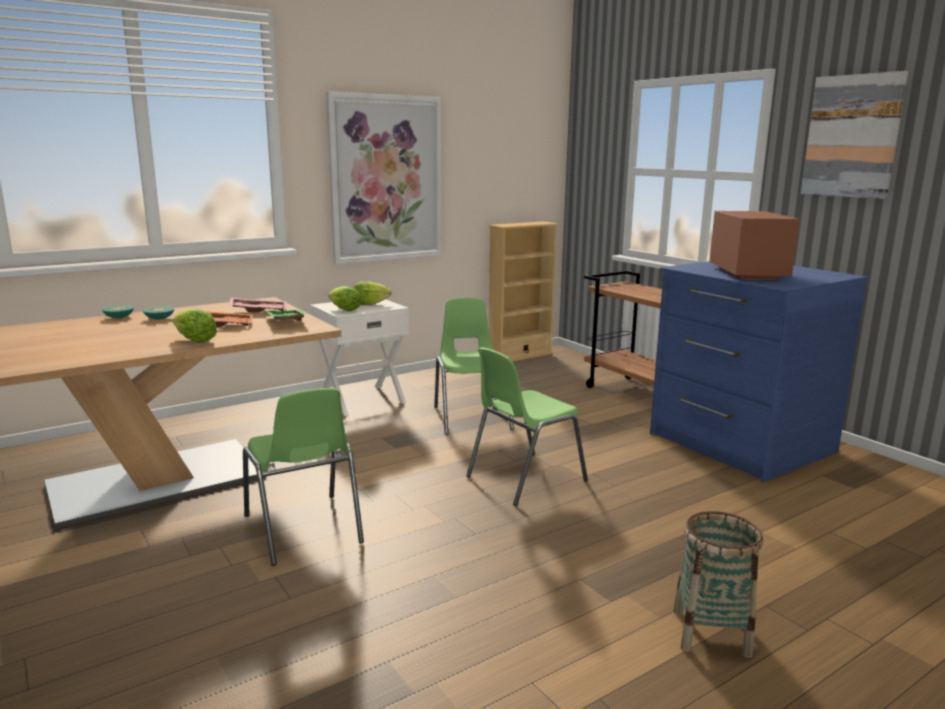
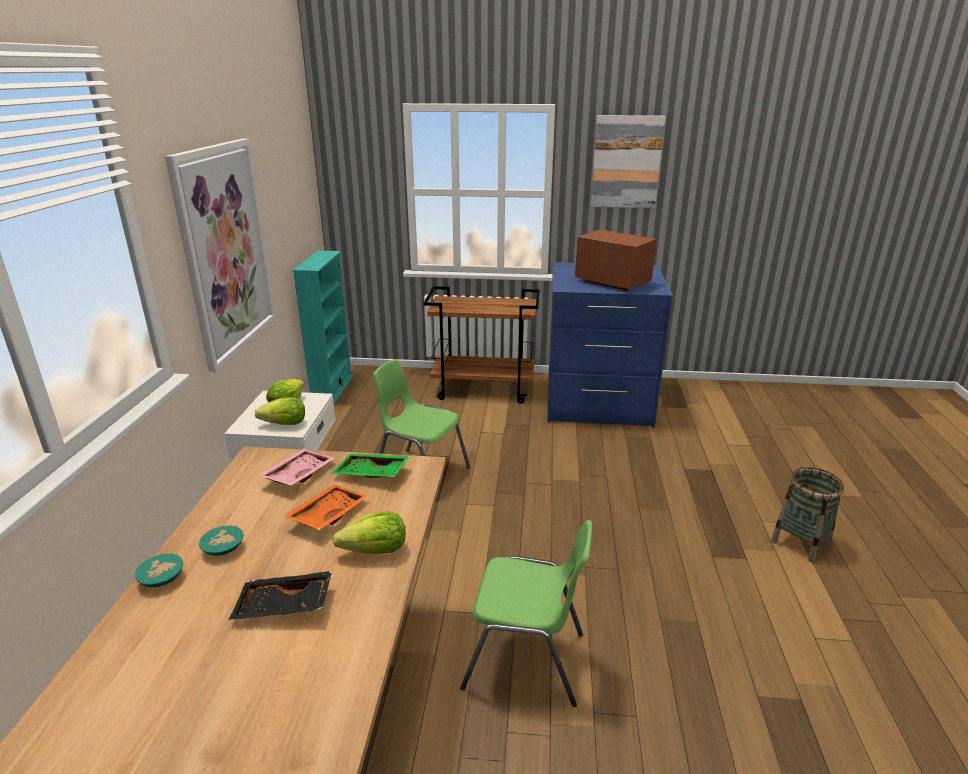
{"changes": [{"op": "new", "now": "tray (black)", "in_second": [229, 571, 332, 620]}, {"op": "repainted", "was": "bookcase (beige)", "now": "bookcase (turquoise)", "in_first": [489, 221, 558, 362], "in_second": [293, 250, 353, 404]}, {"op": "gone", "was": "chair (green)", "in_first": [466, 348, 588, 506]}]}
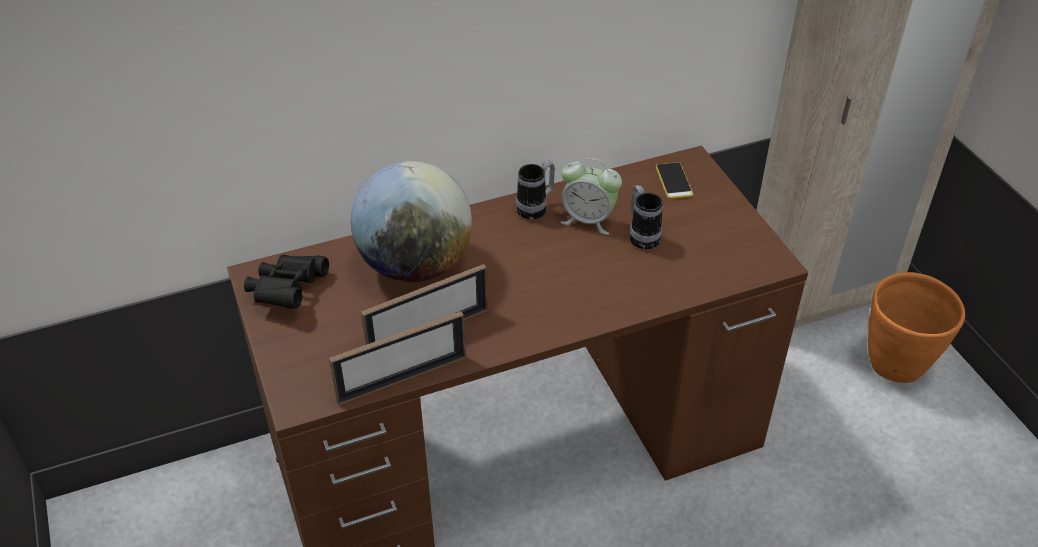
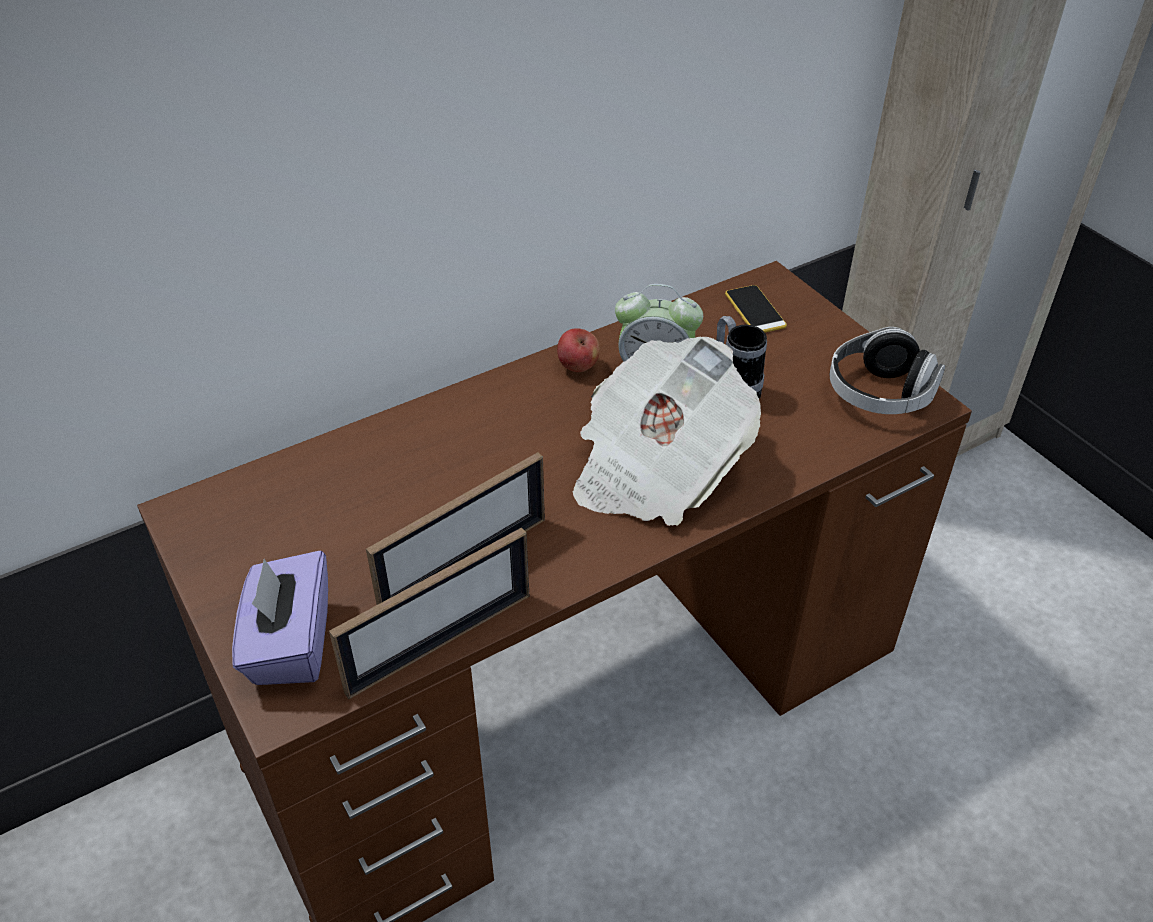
{"changes": [{"op": "new", "now": "tissue box (purple)", "in_second": [232, 550, 328, 685]}, {"op": "swapped", "was": "mug", "now": "apple", "in_first": [516, 160, 555, 220], "in_second": [557, 328, 600, 372]}, {"op": "new", "now": "newspaper", "in_second": [573, 337, 761, 526]}, {"op": "new", "now": "headphones", "in_second": [830, 327, 945, 414]}, {"op": "gone", "was": "binoculars (black)", "in_first": [244, 255, 329, 309]}, {"op": "gone", "was": "globe", "in_first": [351, 161, 472, 282]}, {"op": "gone", "was": "planter (orange)", "in_first": [868, 272, 965, 383]}]}
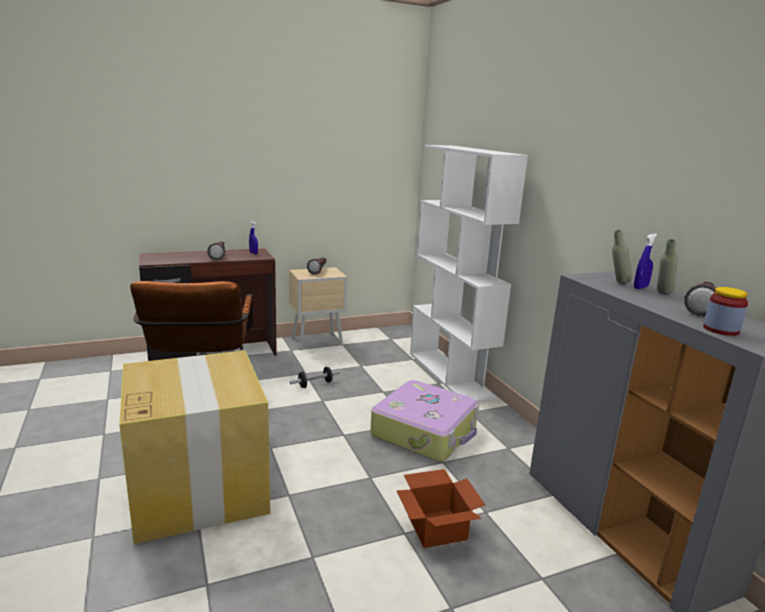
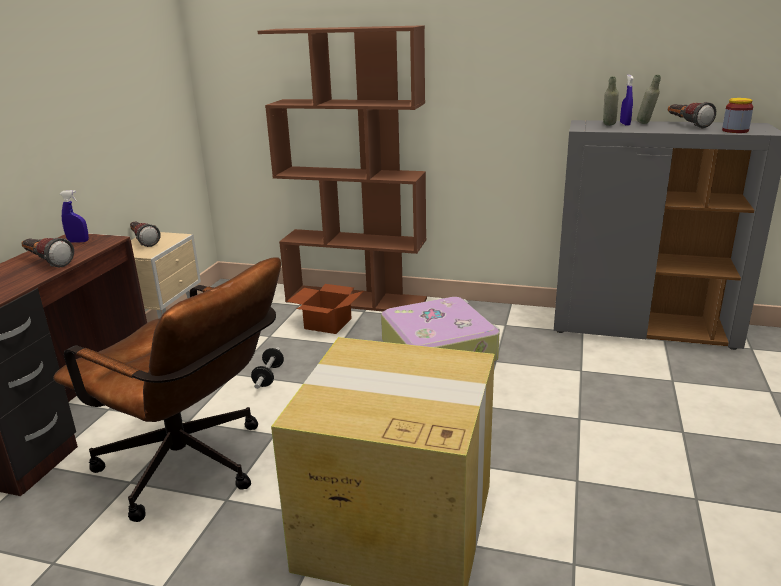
{"changes": [{"op": "repainted", "was": "bookcase (white)", "now": "bookcase (brown)", "in_first": [410, 145, 528, 403], "in_second": [257, 25, 427, 311]}, {"op": "shifted", "was": "cardboard box", "in_first": [396, 469, 485, 548], "in_second": [287, 284, 364, 334]}]}
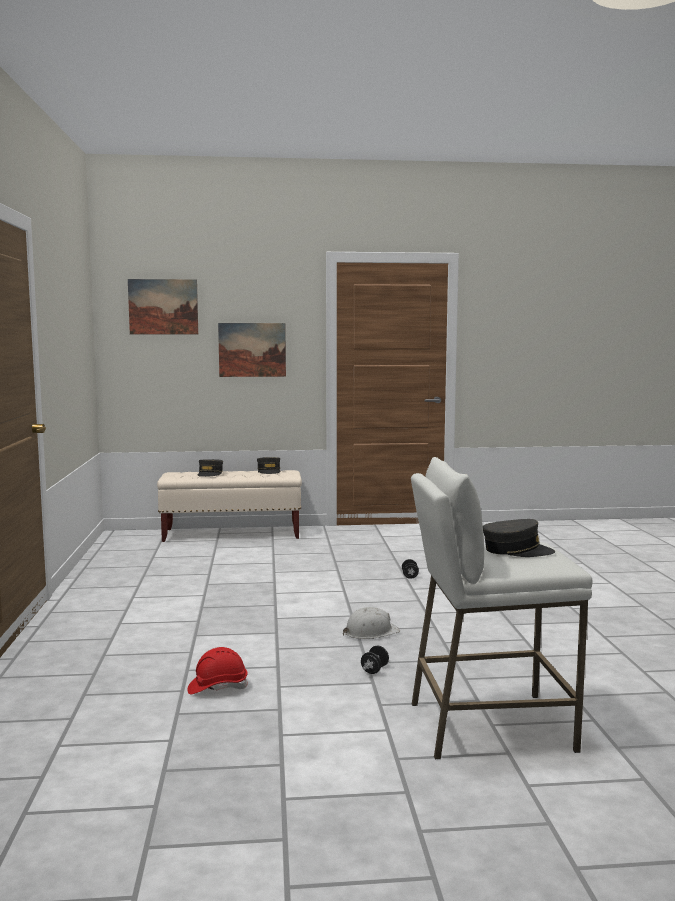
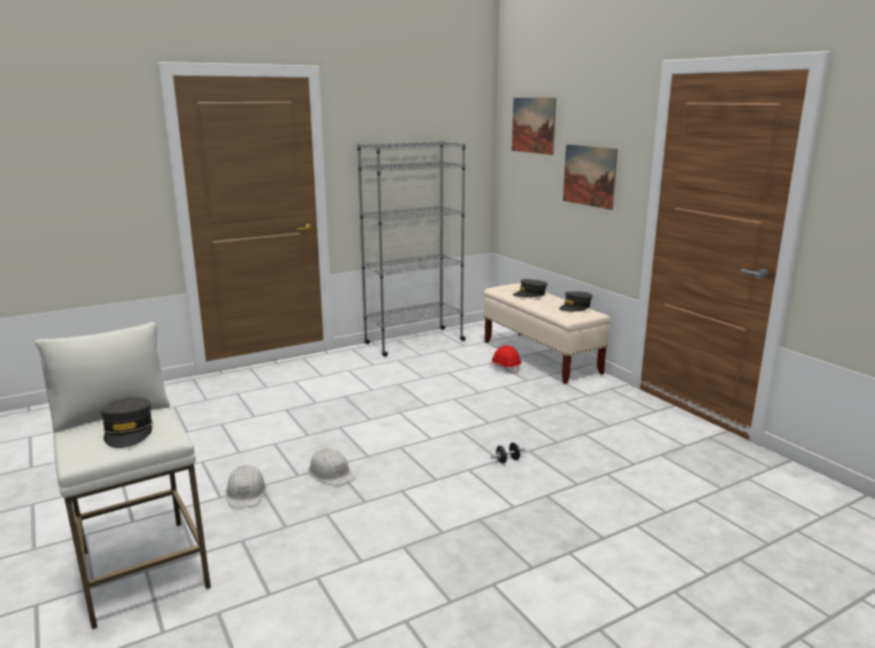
{"changes": [{"op": "swapped", "was": "dumbbell (black)", "now": "hard hat (white)", "in_first": [361, 646, 389, 674], "in_second": [226, 465, 267, 508]}, {"op": "new", "now": "bookcase (grey)", "in_second": [357, 141, 466, 357]}, {"op": "shifted", "was": "hard hat (red)", "in_first": [187, 647, 248, 695], "in_second": [491, 345, 521, 373]}]}
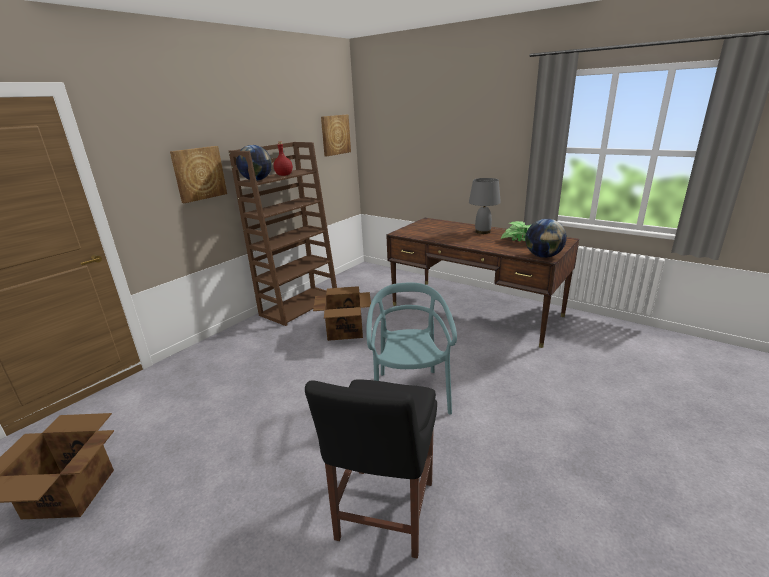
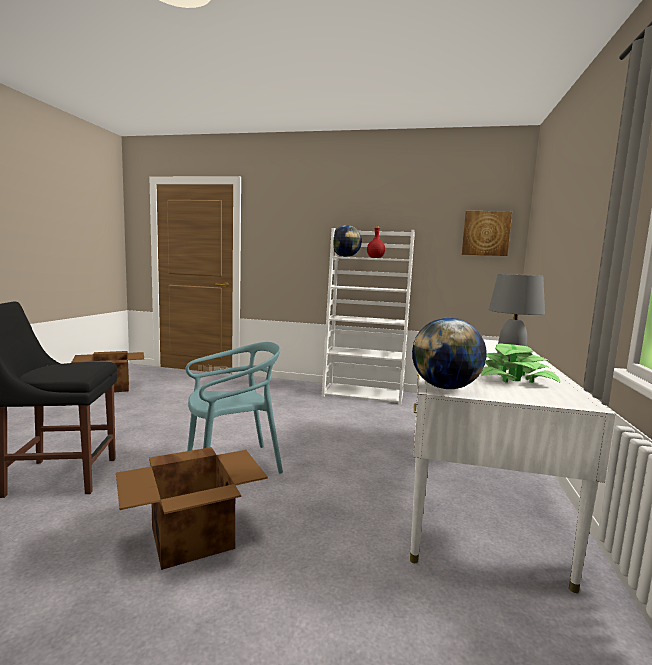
{"changes": [{"op": "shifted", "was": "cardboard box", "in_first": [313, 286, 371, 341], "in_second": [116, 447, 268, 570]}, {"op": "repainted", "was": "bookcase (brown)", "now": "bookcase (white)", "in_first": [229, 142, 337, 326], "in_second": [322, 228, 415, 405]}, {"op": "repainted", "was": "desk (brown)", "now": "desk (white)", "in_first": [386, 218, 579, 348], "in_second": [410, 339, 616, 593]}, {"op": "gone", "was": "picture", "in_first": [170, 146, 227, 203]}]}
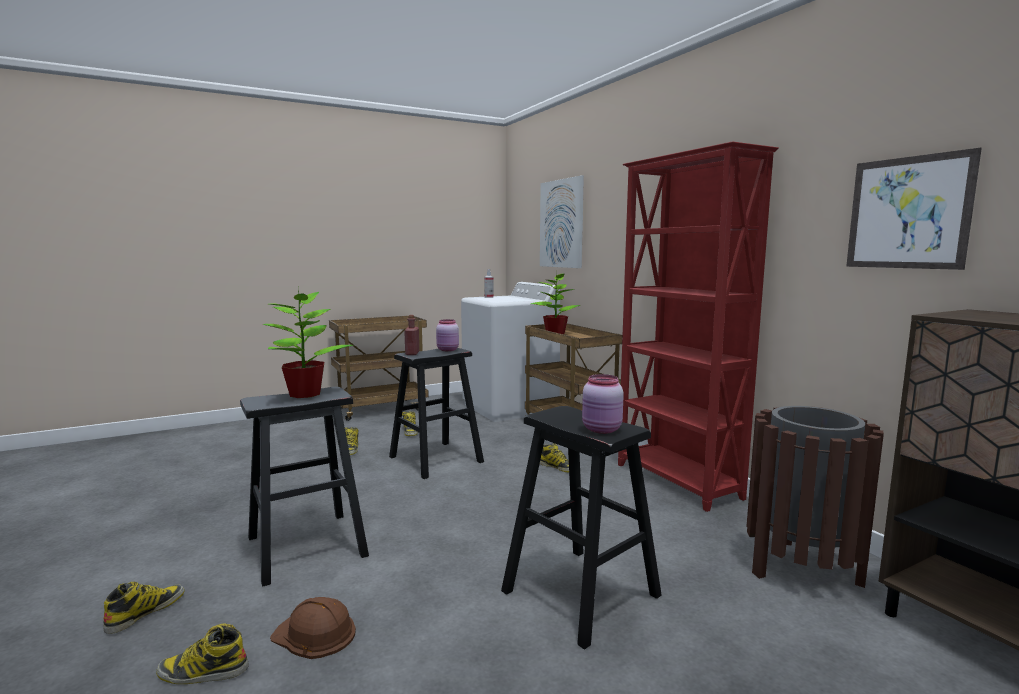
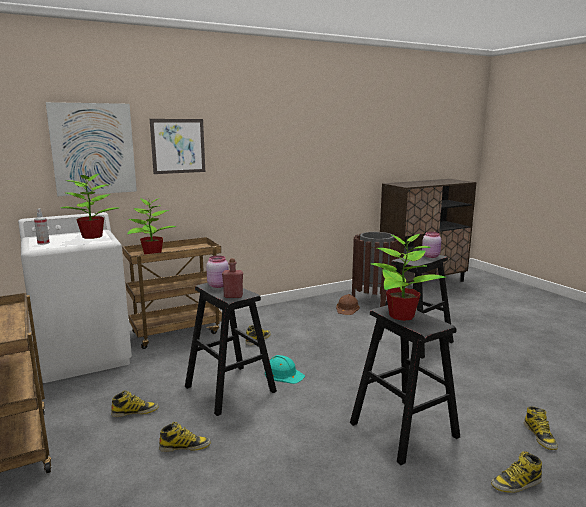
{"changes": [{"op": "new", "now": "potted plant", "in_second": [61, 174, 119, 239]}, {"op": "shifted", "was": "picture", "in_first": [846, 148, 982, 270], "in_second": [150, 119, 205, 174]}, {"op": "new", "now": "hard hat (turquoise)", "in_second": [265, 355, 305, 384]}, {"op": "shifted", "was": "hard hat (brown)", "in_first": [270, 597, 356, 659], "in_second": [336, 294, 360, 315]}, {"op": "rotated", "was": "boot", "in_first": [103, 582, 185, 634], "in_second": [491, 451, 542, 493], "clockwise": -45}, {"op": "gone", "was": "bookcase (red)", "in_first": [618, 141, 779, 512]}]}
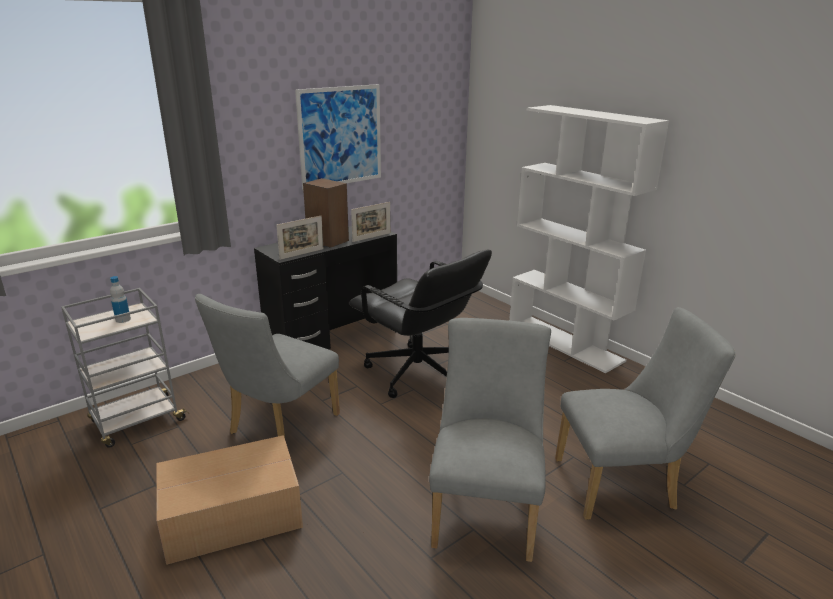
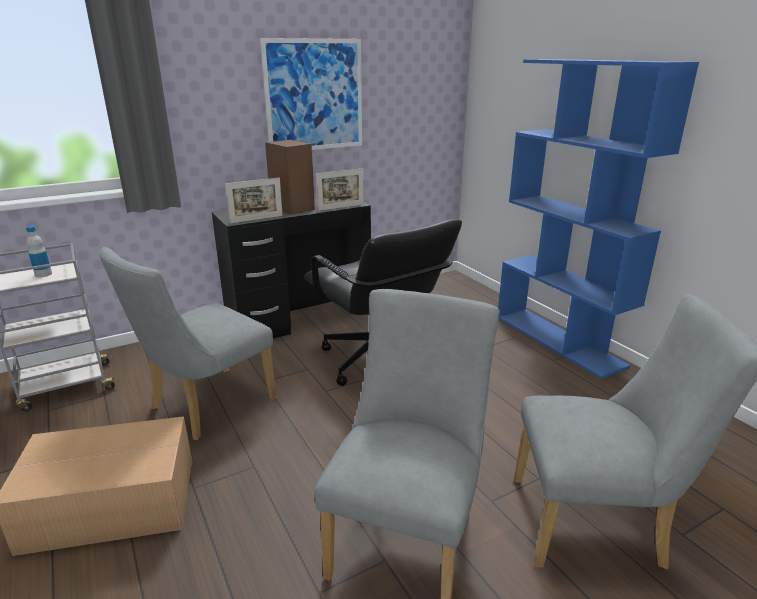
{"changes": [{"op": "repainted", "was": "bookcase (white)", "now": "bookcase (blue)", "in_first": [509, 105, 669, 373], "in_second": [498, 59, 699, 379]}]}
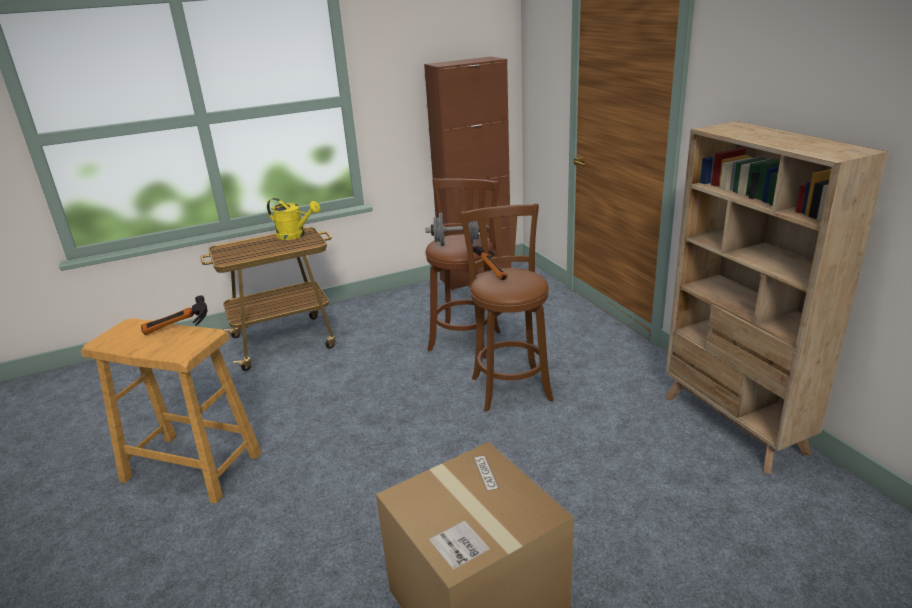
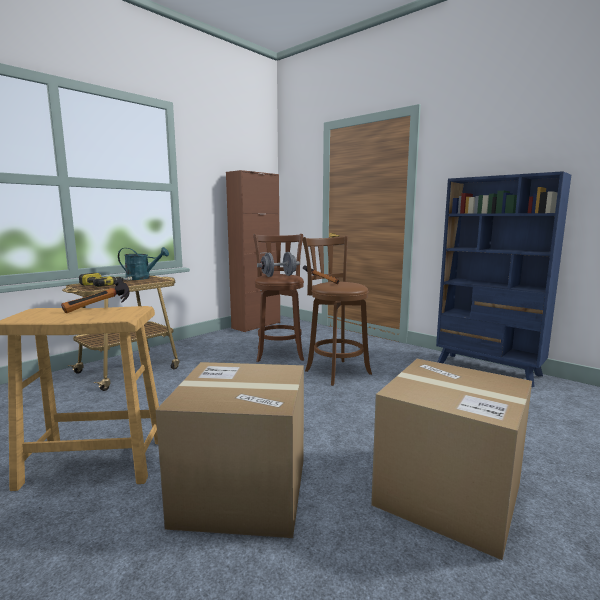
{"changes": [{"op": "new", "now": "power drill", "in_second": [79, 273, 132, 287]}, {"op": "repainted", "was": "watering can (yellow)", "now": "watering can (turquoise)", "in_first": [267, 198, 321, 240], "in_second": [118, 247, 169, 280]}, {"op": "new", "now": "cardboard box", "in_second": [156, 362, 304, 538]}, {"op": "repainted", "was": "bookcase (beige)", "now": "bookcase (blue)", "in_first": [666, 121, 889, 474], "in_second": [436, 171, 571, 387]}]}
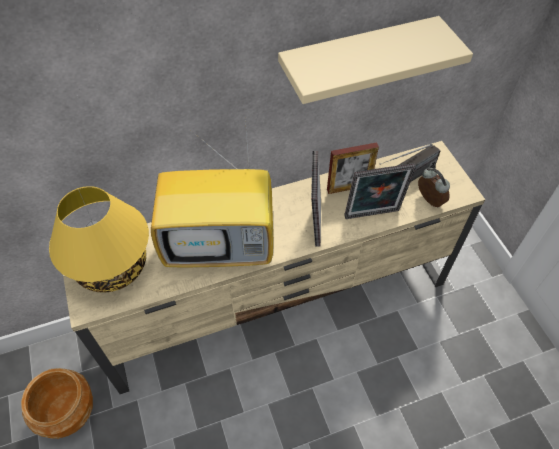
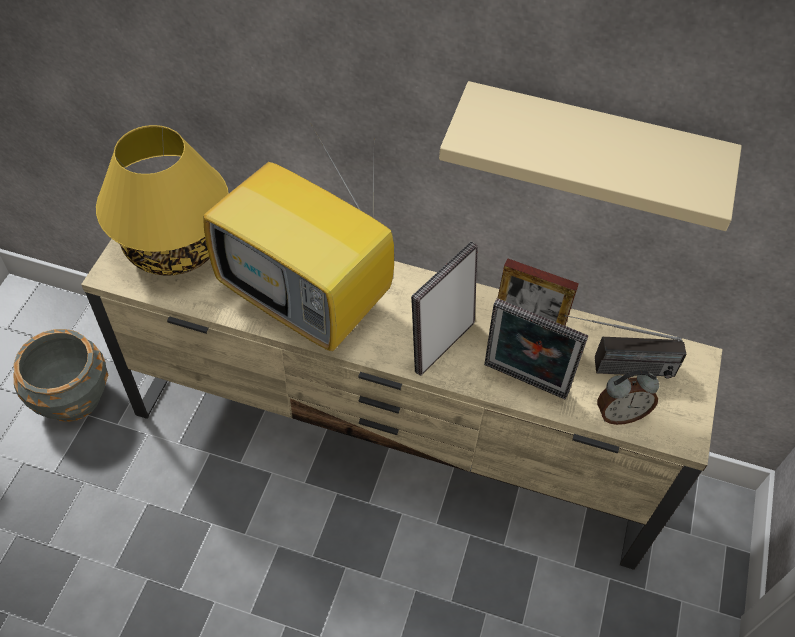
{"changes": [{"op": "repainted", "was": "planter (brown)", "now": "planter (grey)", "in_first": [21, 368, 93, 439], "in_second": [13, 329, 108, 422]}, {"op": "rotated", "was": "alarm clock", "in_first": [418, 168, 450, 207], "in_second": [597, 370, 659, 425], "clockwise": 75}]}
